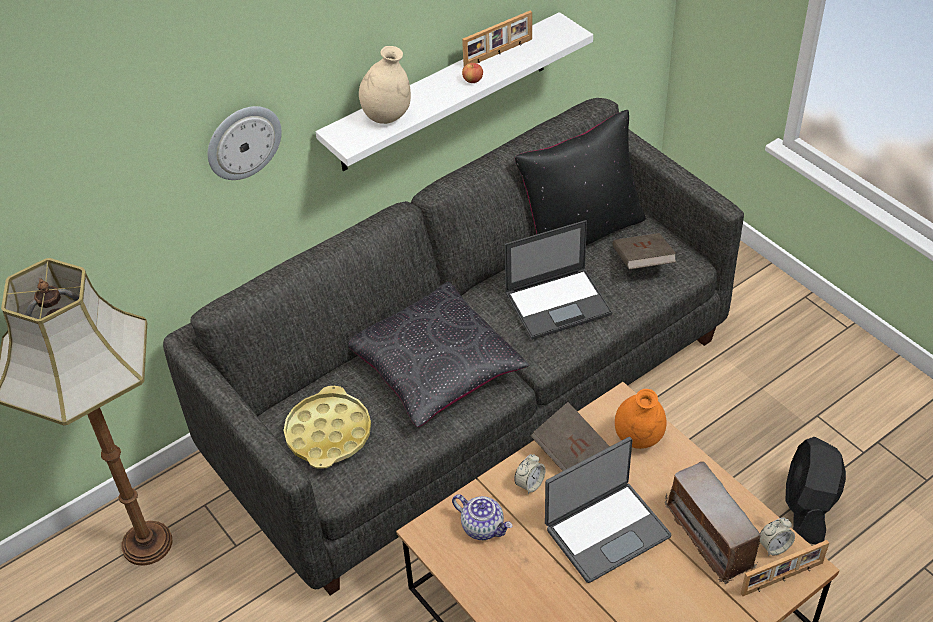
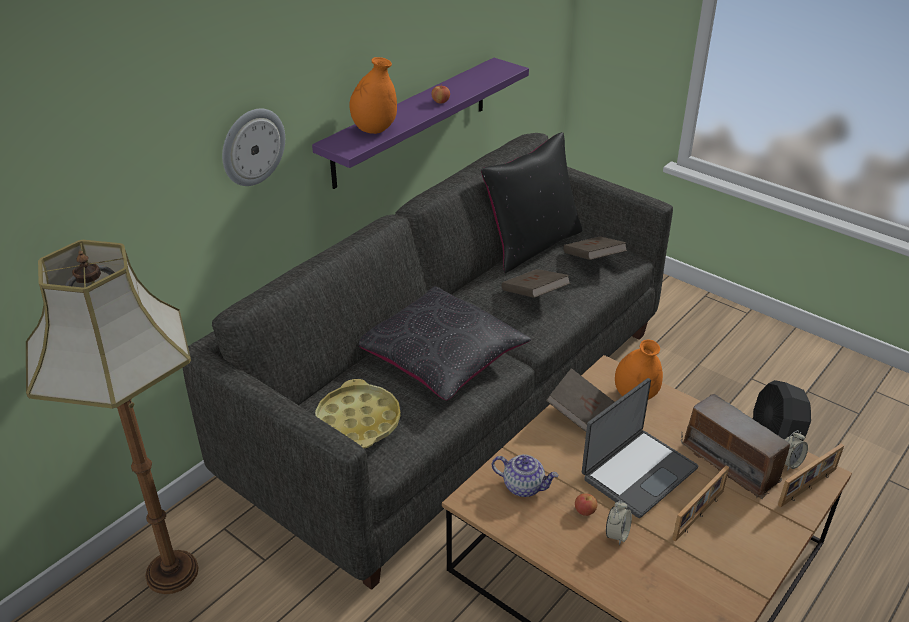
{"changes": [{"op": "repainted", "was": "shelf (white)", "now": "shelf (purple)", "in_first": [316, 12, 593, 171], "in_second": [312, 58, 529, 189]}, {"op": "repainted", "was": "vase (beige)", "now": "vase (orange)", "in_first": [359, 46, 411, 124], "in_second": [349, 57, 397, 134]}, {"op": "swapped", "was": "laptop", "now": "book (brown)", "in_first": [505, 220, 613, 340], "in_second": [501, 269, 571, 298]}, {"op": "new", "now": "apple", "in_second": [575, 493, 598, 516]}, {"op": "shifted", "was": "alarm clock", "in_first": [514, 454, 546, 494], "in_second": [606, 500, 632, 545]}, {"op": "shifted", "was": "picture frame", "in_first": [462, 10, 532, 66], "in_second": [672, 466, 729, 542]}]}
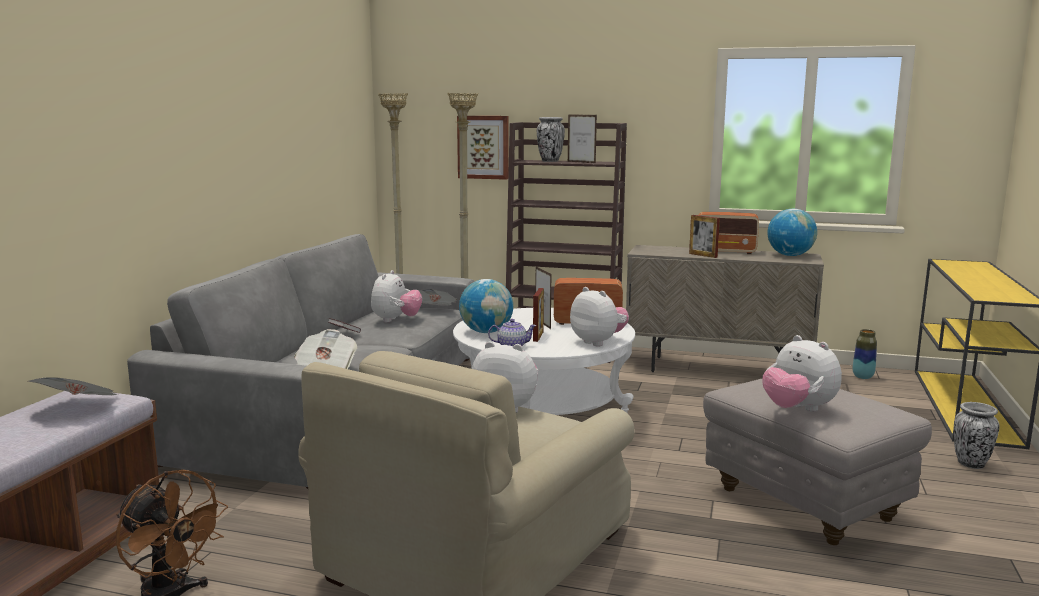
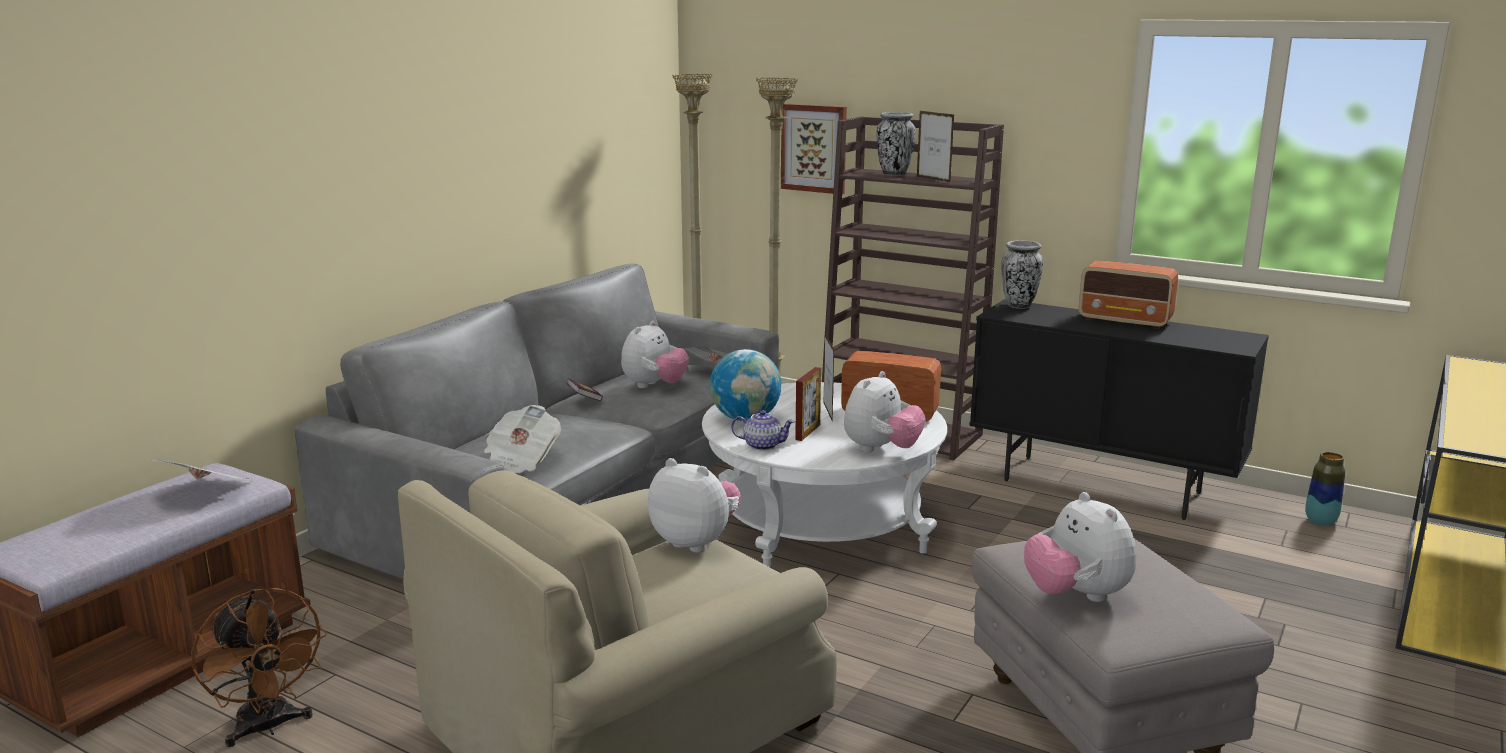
{"changes": [{"op": "rotated", "was": "plush toy", "in_first": [570, 287, 629, 347], "in_second": [844, 371, 925, 453], "clockwise": 60}, {"op": "repainted", "was": "cabinet (beige)", "now": "cabinet (black)", "in_first": [626, 245, 824, 372], "in_second": [969, 299, 1269, 520]}, {"op": "shifted", "was": "vase", "in_first": [954, 402, 1000, 469], "in_second": [1001, 241, 1043, 309]}, {"op": "gone", "was": "picture frame", "in_first": [689, 215, 720, 258]}, {"op": "gone", "was": "globe", "in_first": [767, 209, 817, 256]}]}
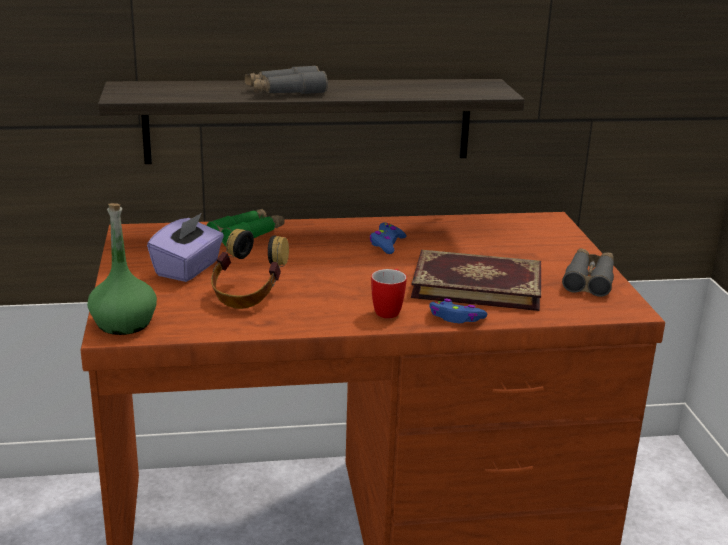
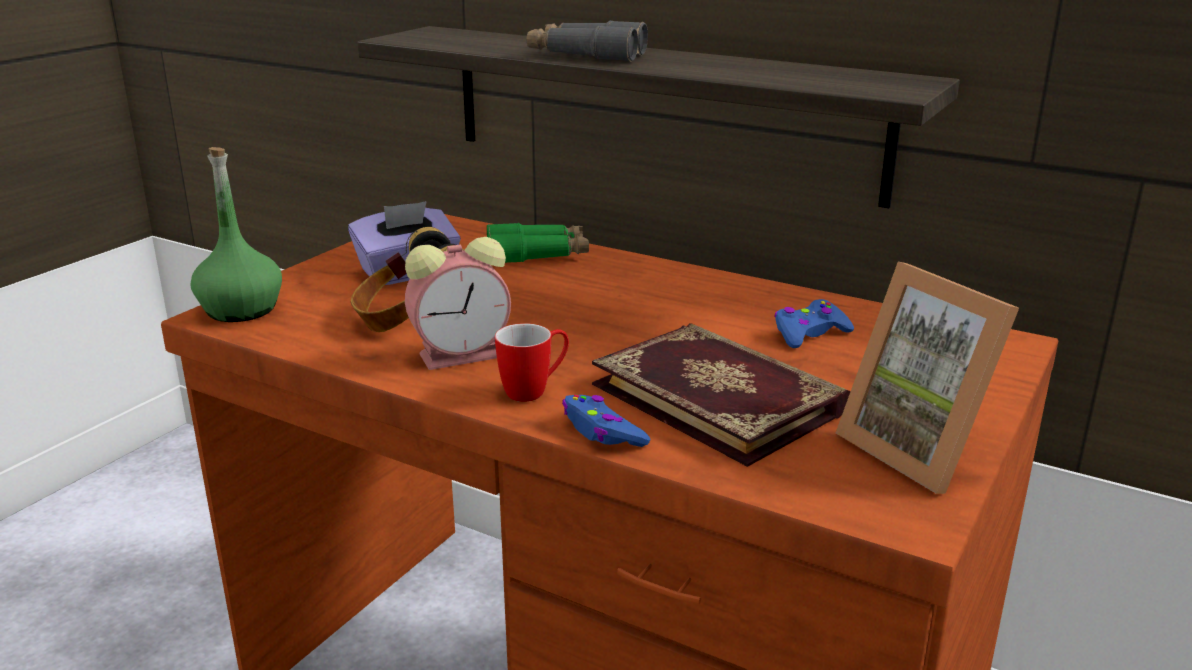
{"changes": [{"op": "new", "now": "alarm clock", "in_second": [405, 237, 511, 370]}, {"op": "shifted", "was": "game controller (blue)", "in_first": [369, 222, 407, 254], "in_second": [774, 299, 854, 348]}, {"op": "swapped", "was": "binoculars (grey)", "now": "picture frame", "in_first": [562, 248, 614, 297], "in_second": [836, 262, 1019, 494]}]}
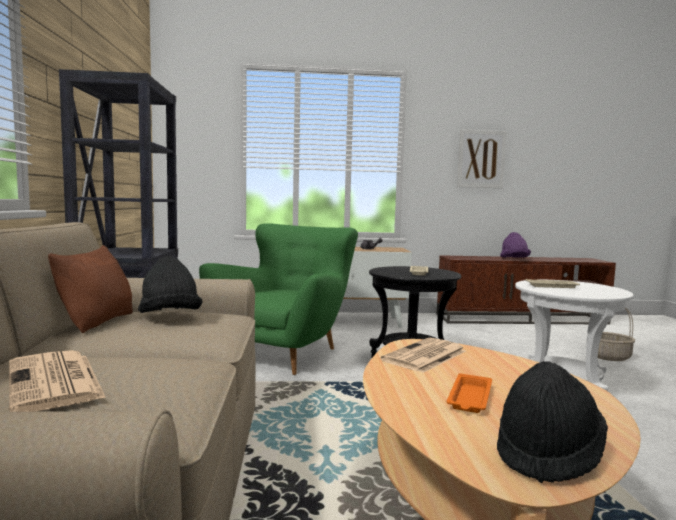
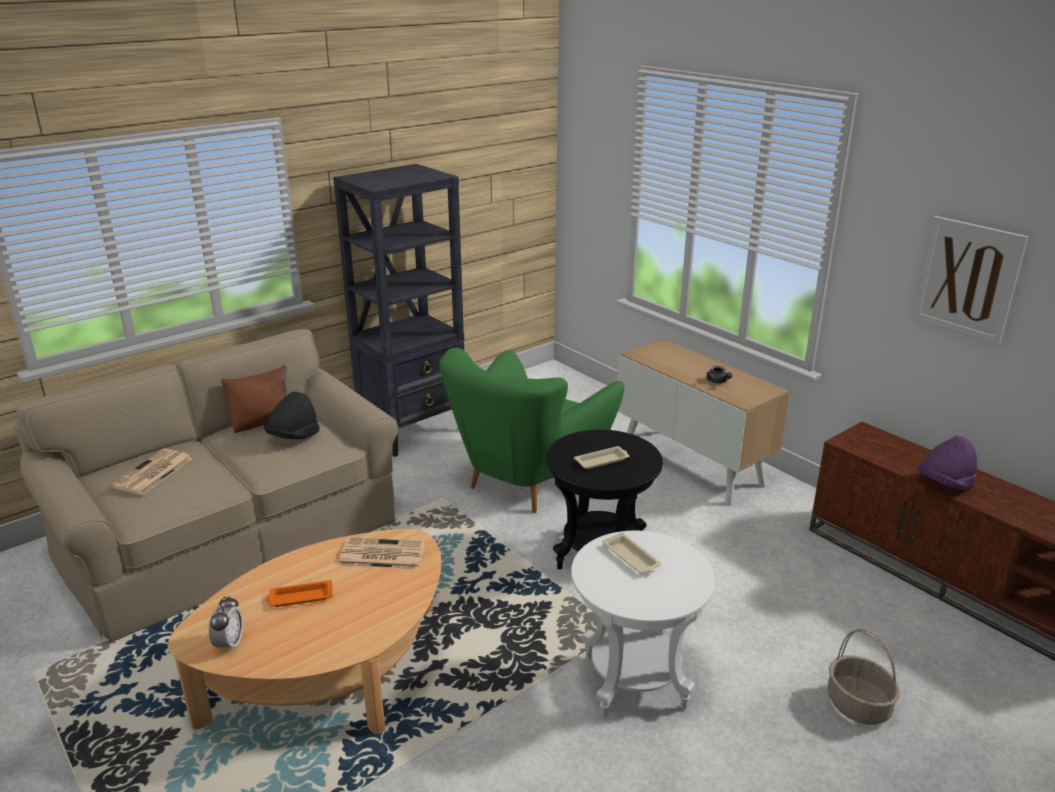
{"changes": [{"op": "swapped", "was": "hat (black)", "now": "alarm clock", "in_first": [497, 361, 608, 483], "in_second": [209, 596, 243, 652]}, {"op": "rotated", "was": "armchair (green)", "in_first": [199, 223, 358, 375], "in_second": [439, 348, 624, 513], "clockwise": 135}]}
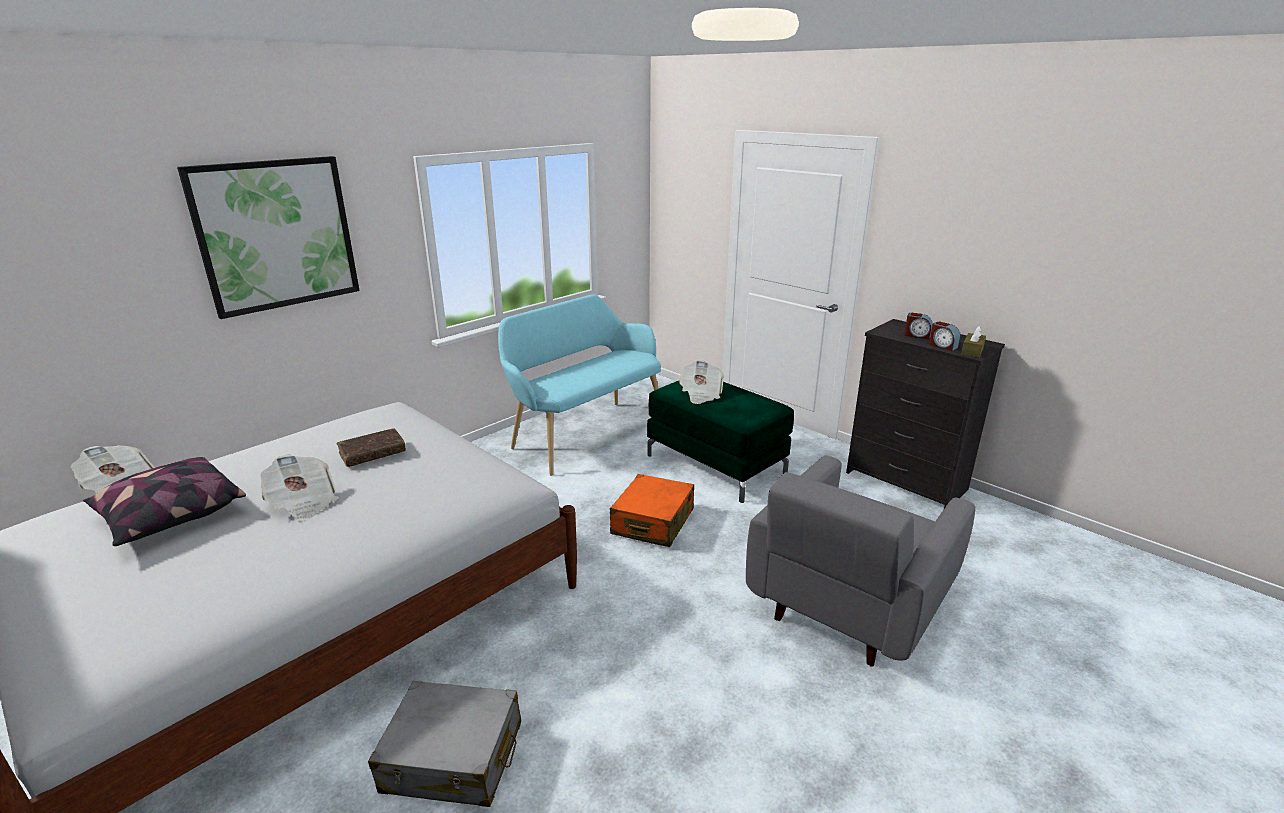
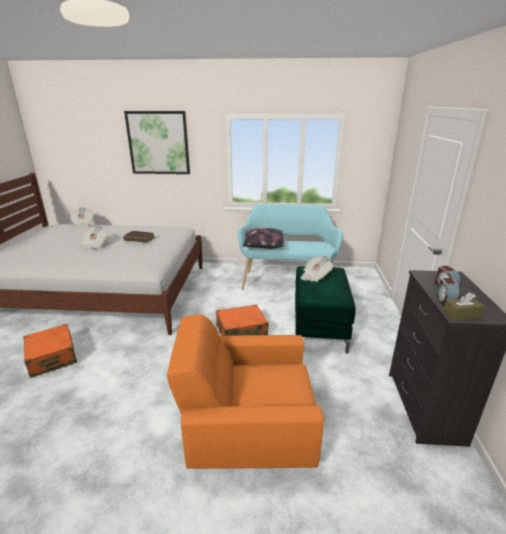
{"changes": [{"op": "repainted", "was": "suitcase (grey)", "now": "suitcase (orange)", "in_first": [368, 681, 521, 807], "in_second": [23, 324, 77, 378]}, {"op": "repainted", "was": "armchair (grey)", "now": "armchair (orange)", "in_first": [746, 456, 976, 667], "in_second": [167, 314, 324, 469]}, {"op": "shifted", "was": "pillow", "in_first": [83, 457, 246, 546], "in_second": [242, 228, 285, 249]}]}
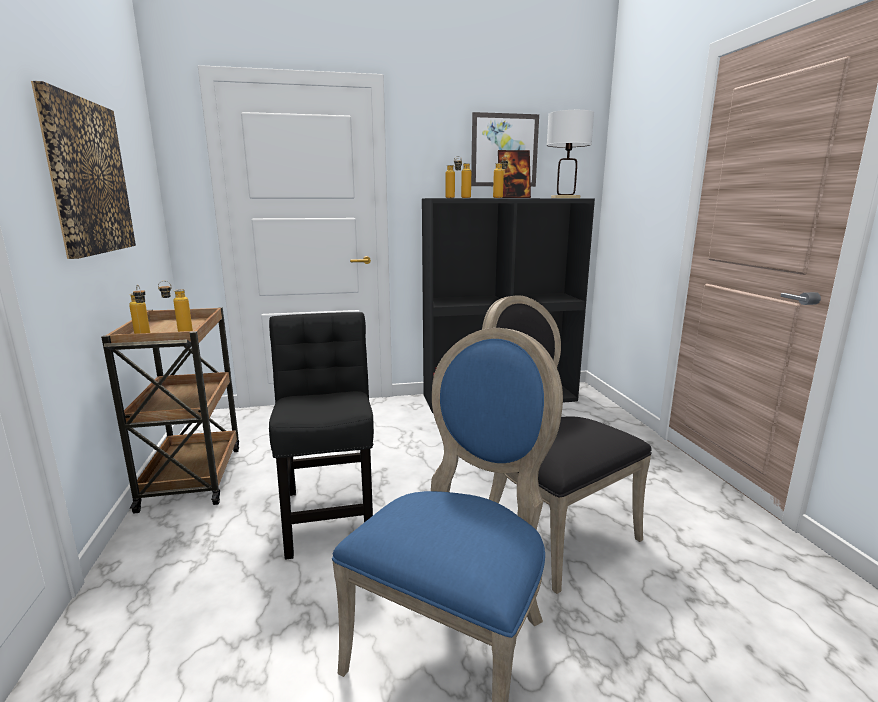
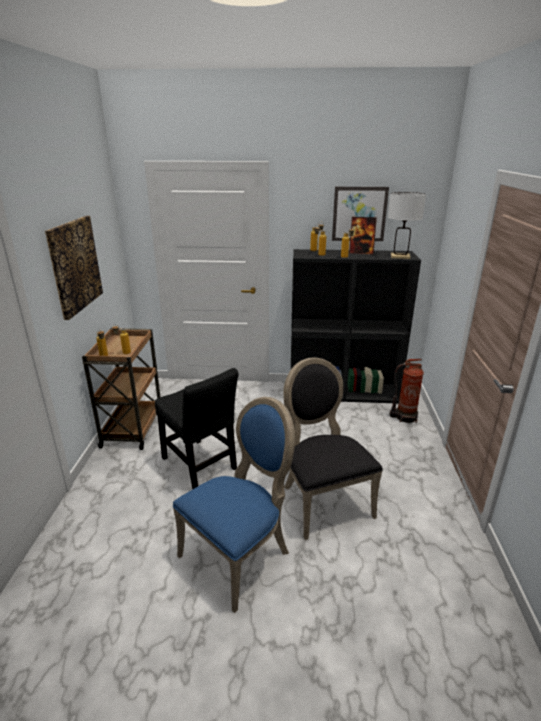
{"changes": [{"op": "rotated", "was": "chair (black)", "in_first": [269, 312, 374, 560], "in_second": [155, 368, 239, 489], "clockwise": 135}, {"op": "new", "now": "fire extinguisher", "in_second": [389, 359, 424, 423]}]}
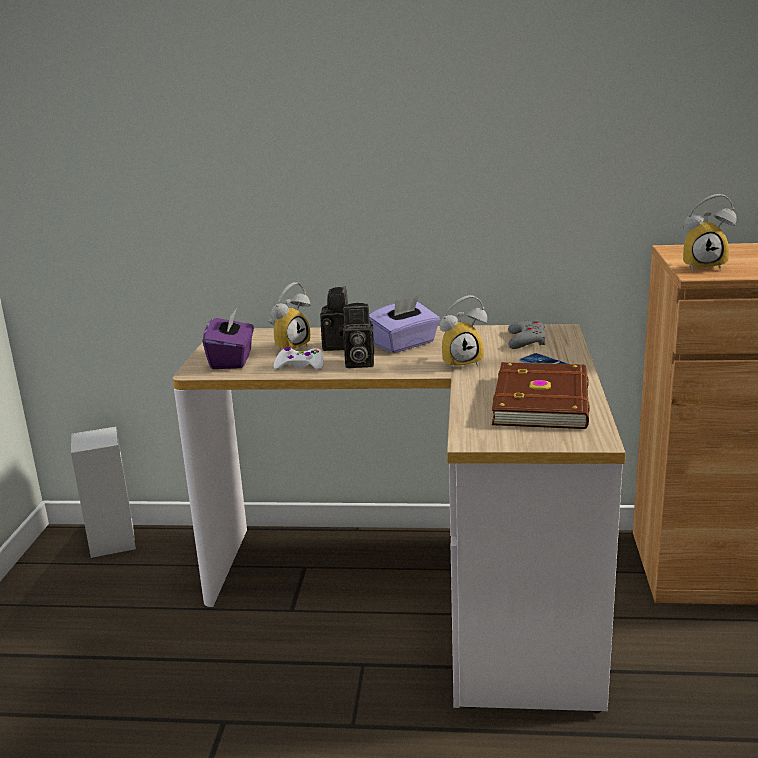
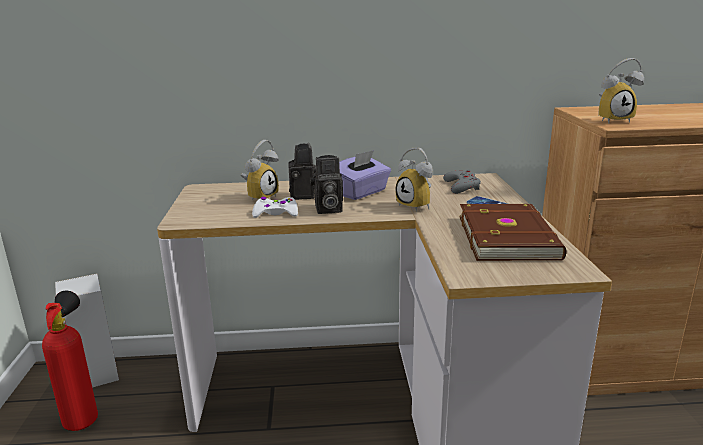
{"changes": [{"op": "new", "now": "fire extinguisher", "in_second": [42, 291, 98, 431]}, {"op": "rotated", "was": "alarm clock", "in_first": [440, 295, 487, 370], "in_second": [395, 147, 433, 212], "clockwise": 75}, {"op": "gone", "was": "tissue box (purple)", "in_first": [203, 308, 254, 369]}]}
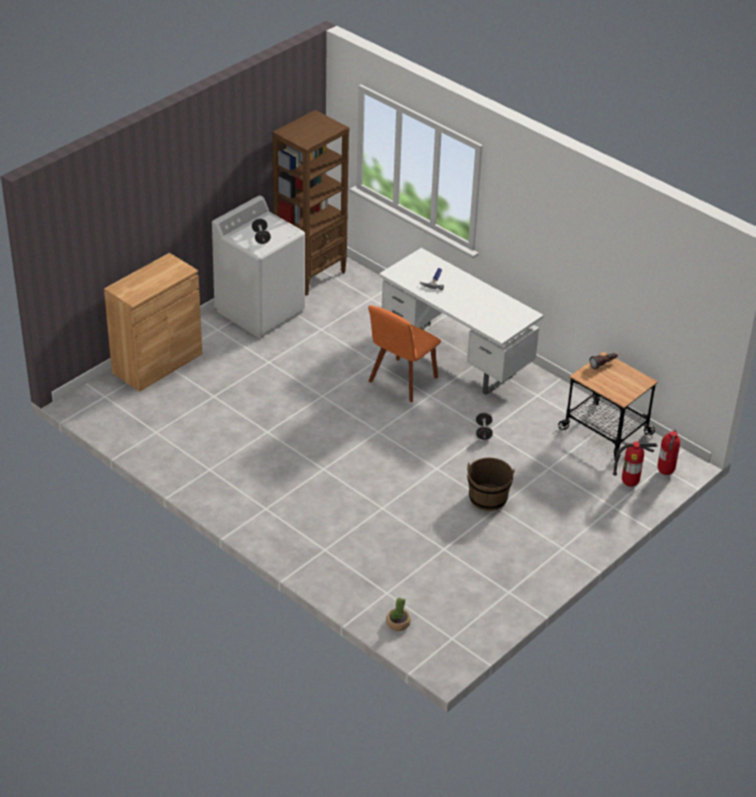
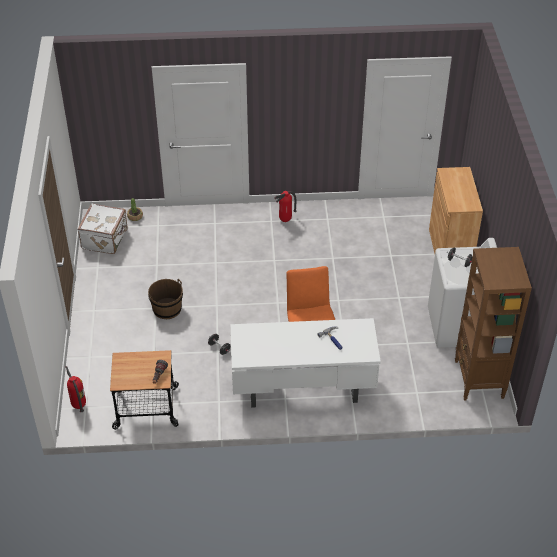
{"changes": [{"op": "new", "now": "suitcase (white)", "in_second": [77, 203, 128, 254]}, {"op": "shifted", "was": "fire extinguisher", "in_first": [613, 441, 657, 487], "in_second": [274, 191, 297, 222]}]}
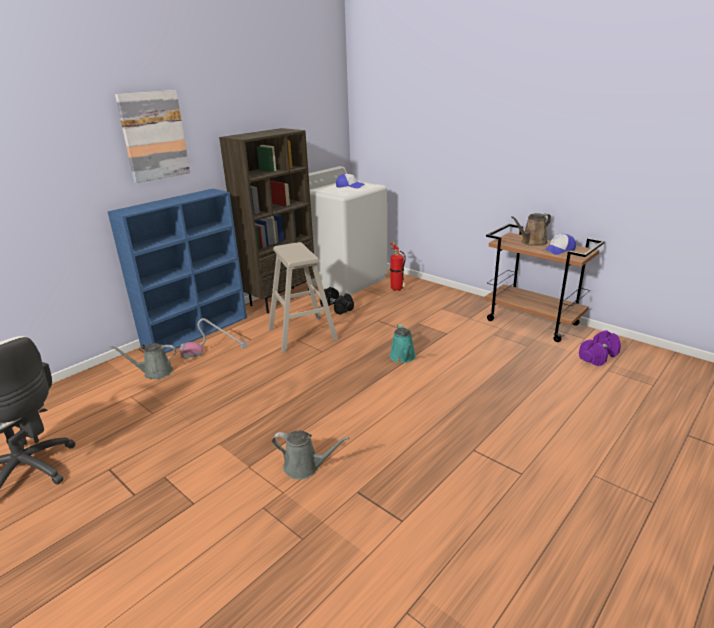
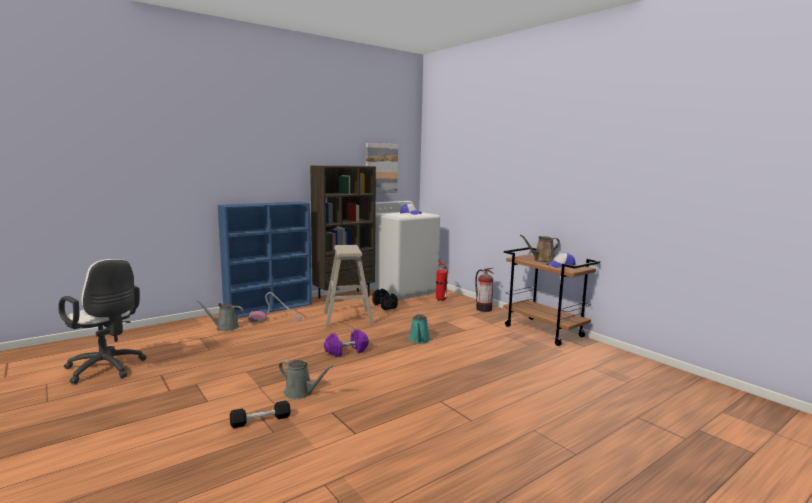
{"changes": [{"op": "new", "now": "dumbbell (black)", "in_second": [230, 400, 290, 428]}, {"op": "shifted", "was": "dumbbell (purple)", "in_first": [579, 330, 621, 366], "in_second": [324, 329, 369, 357]}, {"op": "shifted", "was": "picture", "in_first": [115, 90, 190, 183], "in_second": [366, 143, 398, 194]}, {"op": "new", "now": "fire extinguisher", "in_second": [475, 268, 494, 312]}]}
